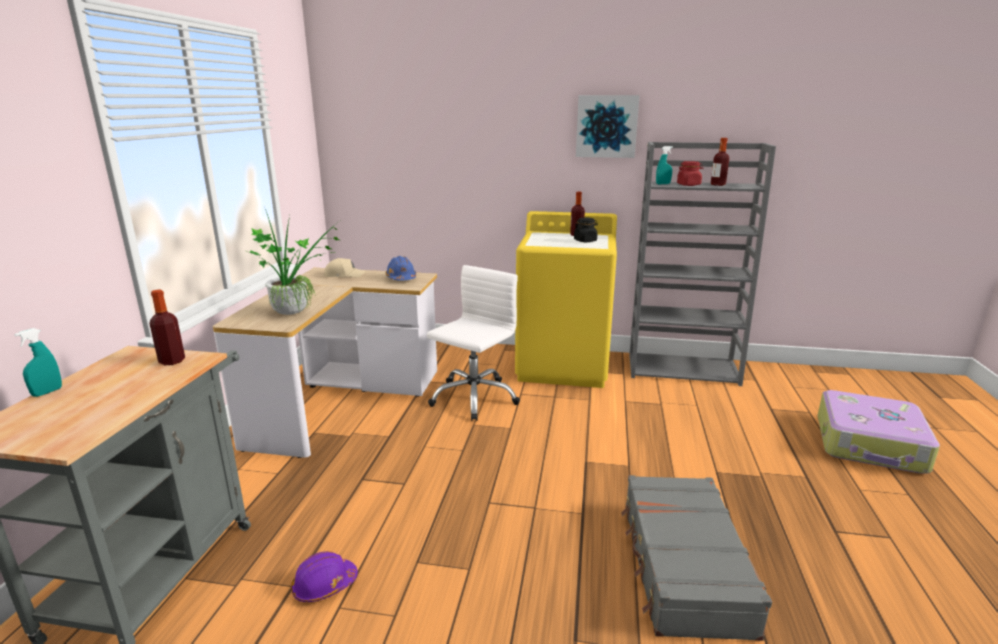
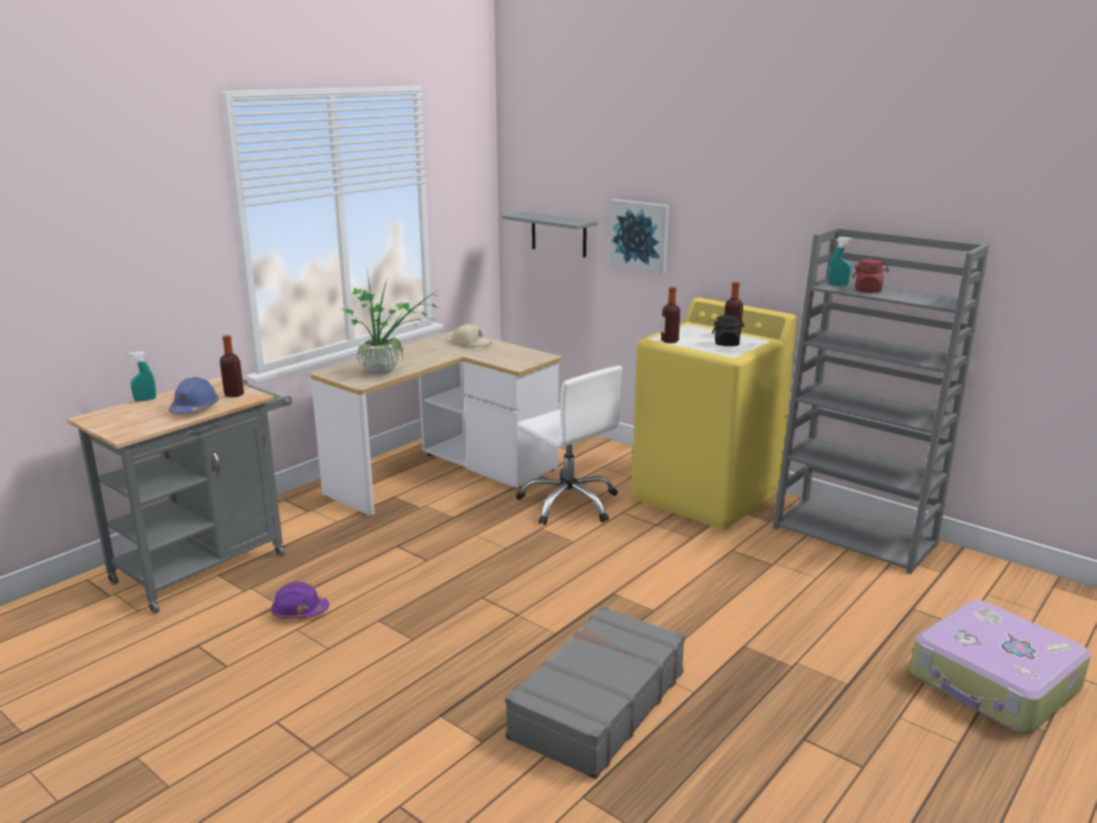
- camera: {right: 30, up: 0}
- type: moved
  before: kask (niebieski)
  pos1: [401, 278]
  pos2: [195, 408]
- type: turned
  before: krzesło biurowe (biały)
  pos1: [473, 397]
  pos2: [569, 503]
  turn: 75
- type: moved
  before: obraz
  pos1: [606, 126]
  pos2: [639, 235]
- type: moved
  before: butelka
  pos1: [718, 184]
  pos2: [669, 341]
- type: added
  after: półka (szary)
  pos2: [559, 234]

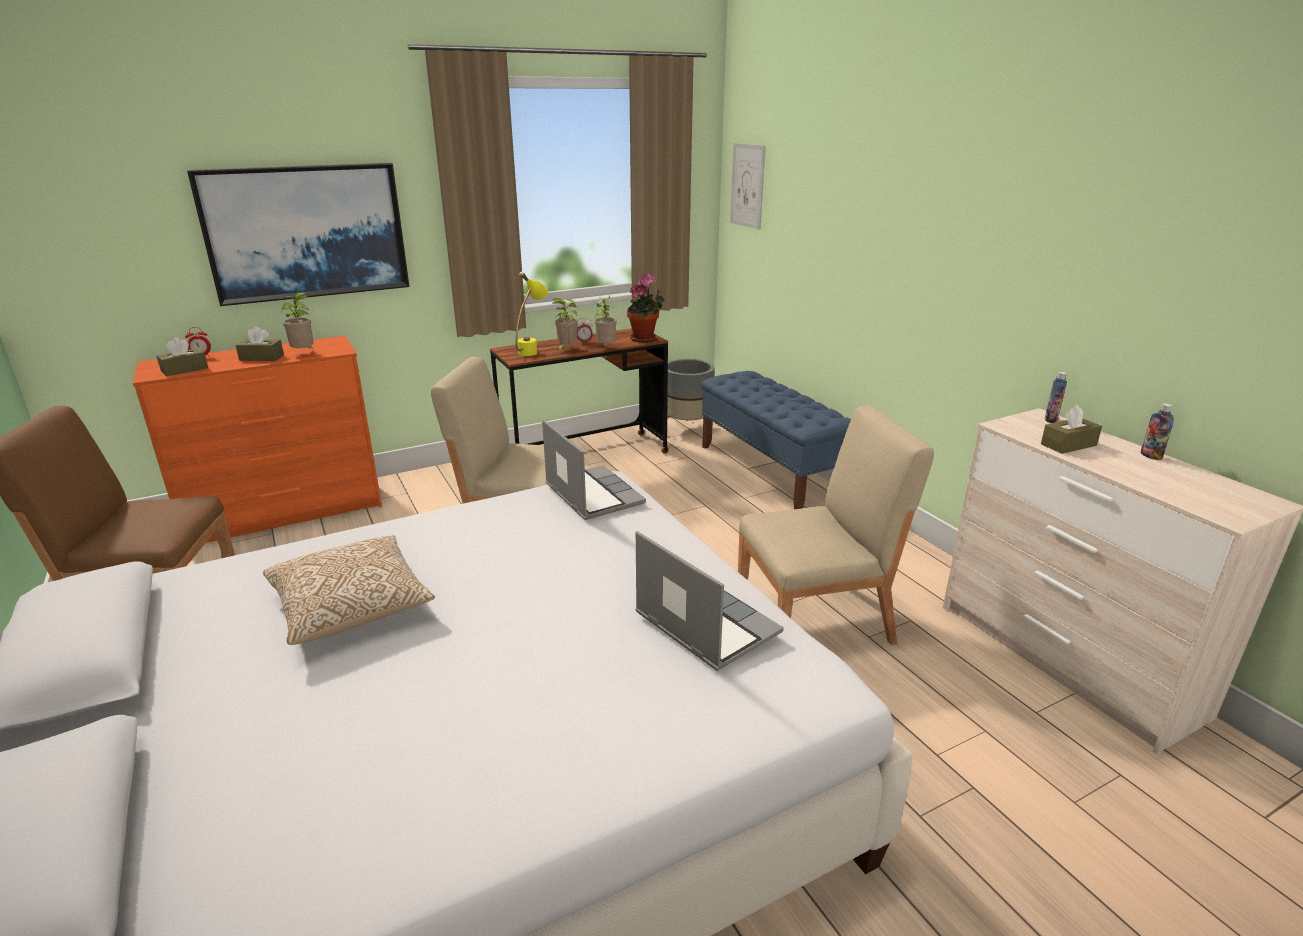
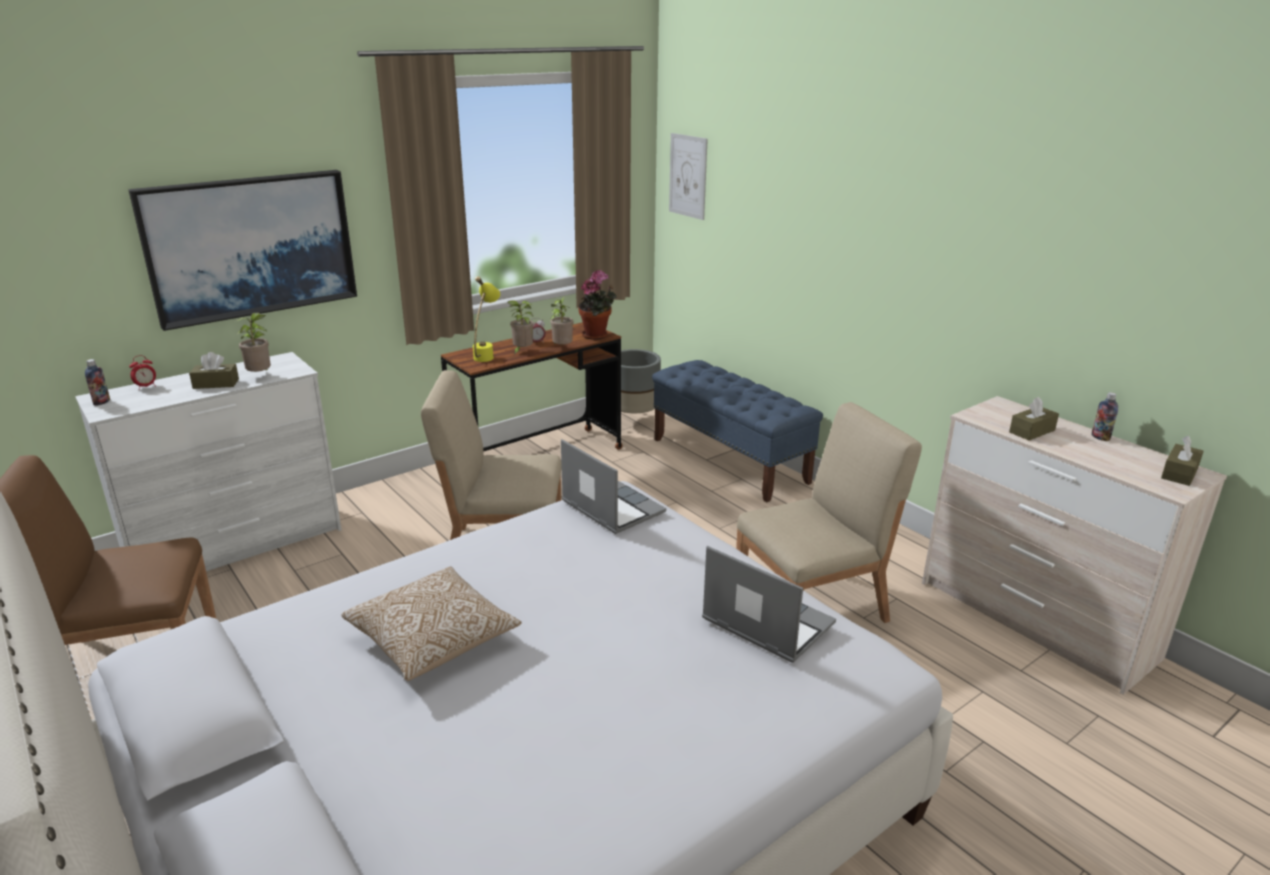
- camera: {right: -10, up: 0}
- type: recoloured
  before: komoda (pomarańczowy)
  after: komoda (biały)
  pos1: [285, 514]
  pos2: [236, 546]
- type: moved
  before: pudełko chusteczek (brązowy)
  pos1: [184, 369]
  pos2: [1179, 473]
- type: moved
  before: butelka
  pos1: [1050, 420]
  pos2: [102, 402]

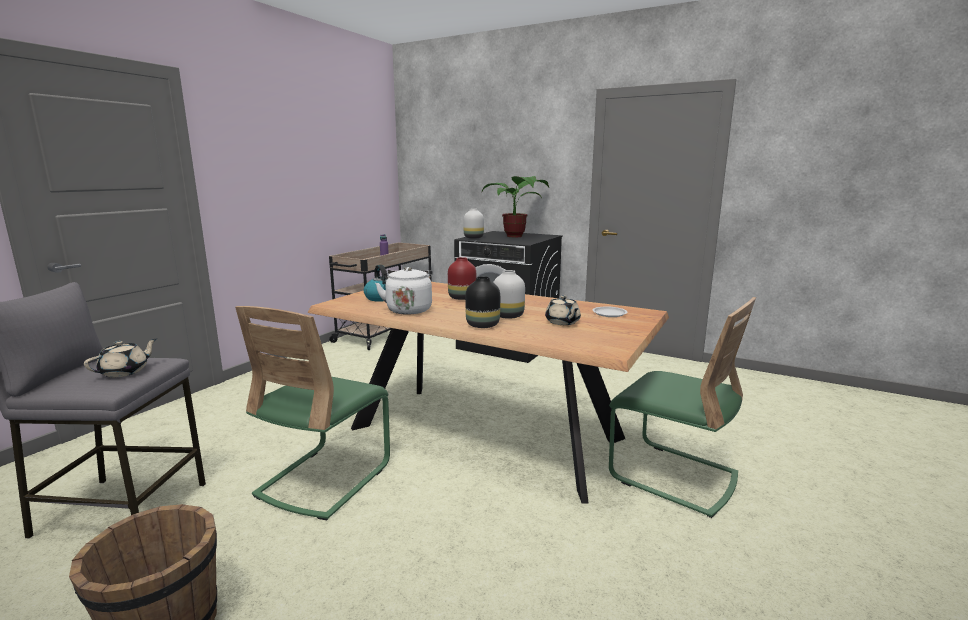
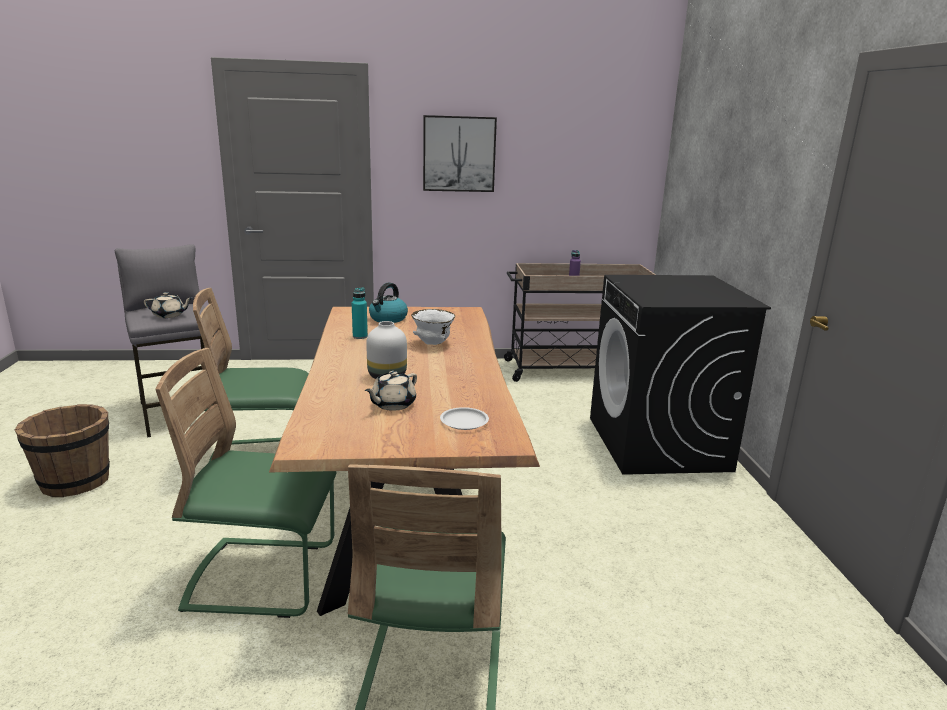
- camera: {right: 55, up: 5}
- type: replaced
  before: czajnik (biały)
  after: butelka (turkusowy)
  pos1: [409, 309]
  pos2: [360, 336]
- type: replaced
  before: wazon (czerwony)
  after: miska (biały)
  pos1: [461, 298]
  pos2: [432, 344]
- type: removed
  before: wazon (biały)
  pos1: [474, 238]
- type: removed
  before: wazon (czarny)
  pos1: [483, 325]
- type: removed
  before: roślina doniczkowa
  pos1: [516, 236]
- type: added
  after: krzesło (zielony)
  pos2: [263, 577]
- type: added
  after: obraz
  pos2: [459, 154]

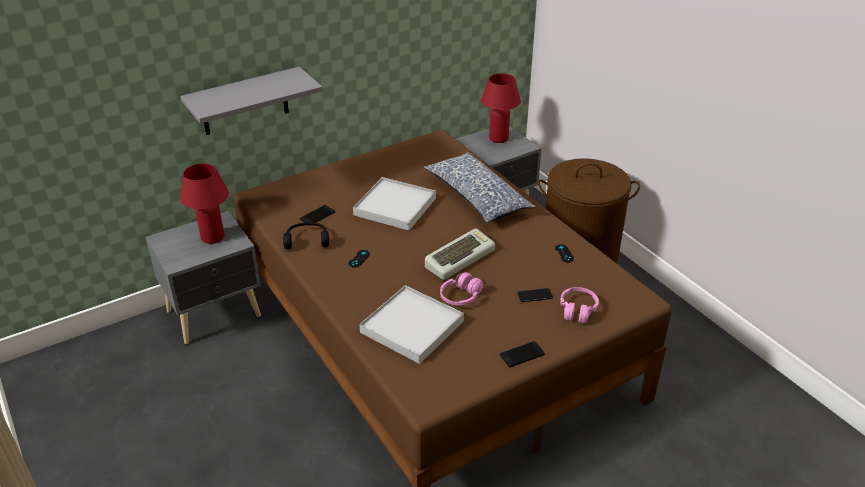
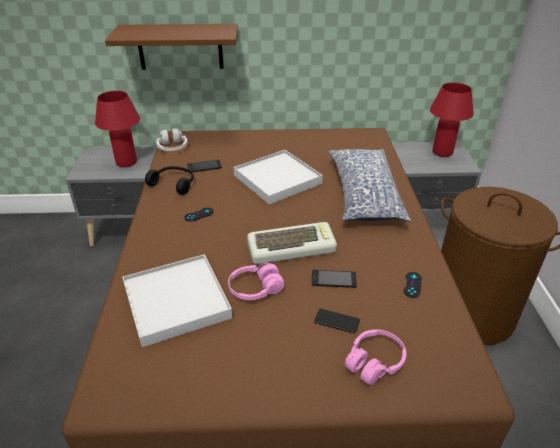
- camera: {right: 30, up: 0}
- type: recoloured
  before: półka (szary)
  after: półka (brązowy)
  pos1: [244, 102]
  pos2: [180, 47]
- type: moved
  before: telefon
  pos1: [522, 354]
  pos2: [333, 279]
- type: added
  after: słuchawki (biały)
  pos2: [172, 147]

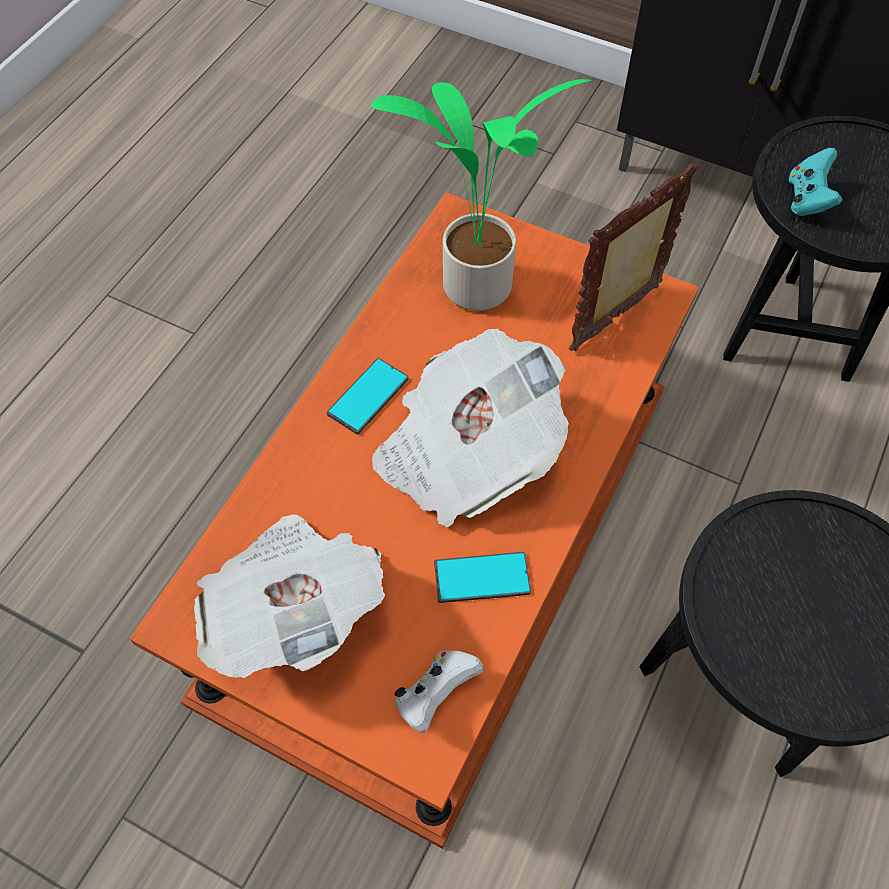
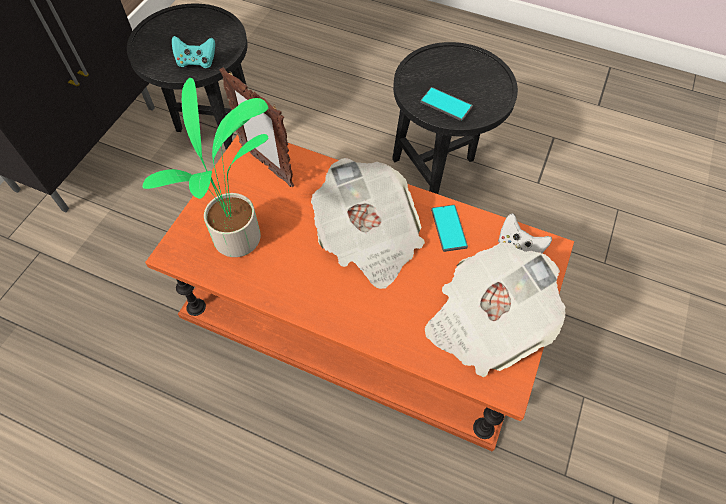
- camera: {right: -95, up: 0}
- type: moved
  before: telefon
  pos1: [368, 396]
  pos2: [446, 104]

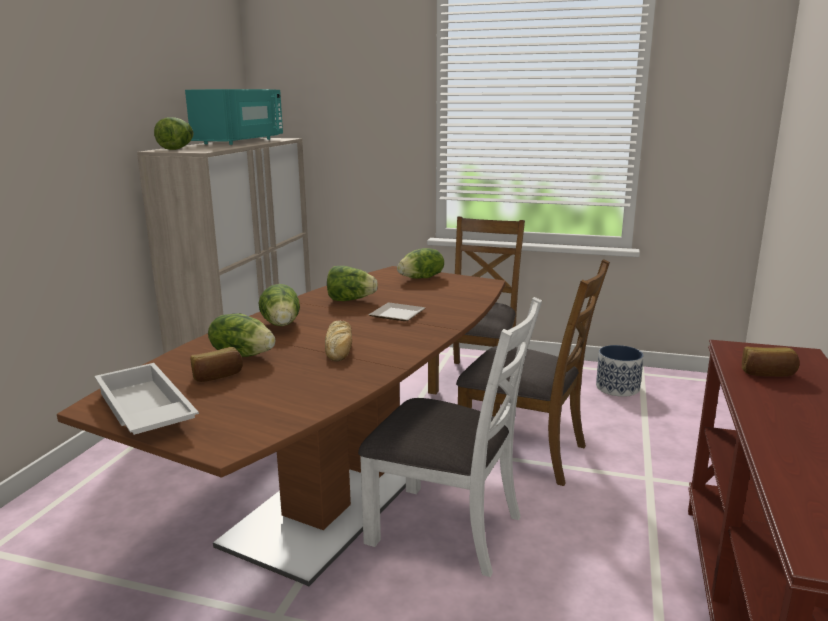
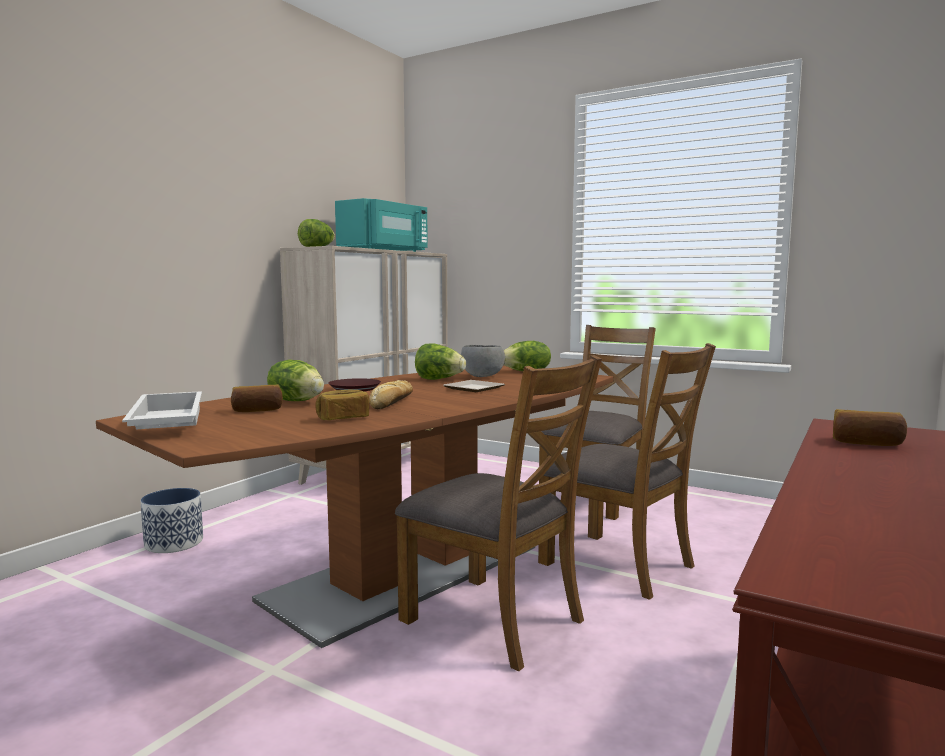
- camera: {right: 15, up: -10}
- type: replaced
  before: sałata
  after: talerz (brązowy)
  pos1: [282, 325]
  pos2: [355, 389]
- type: recoloured
  before: krzesło (biały)
  after: krzesło (brązowy)
  pos1: [447, 528]
  pos2: [494, 619]
- type: moved
  before: donica
  pos1: [618, 388]
  pos2: [174, 543]
- type: added
  after: chleb
  pos2: [343, 418]
- type: added
  after: miska (szary)
  pos2: [481, 376]

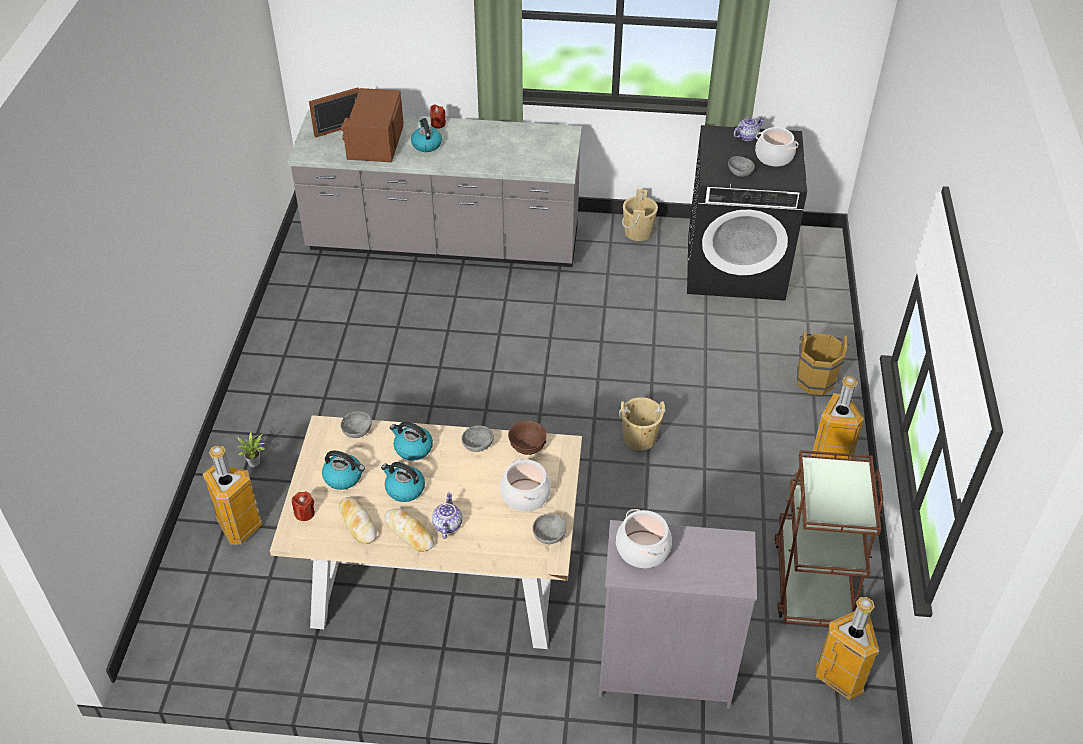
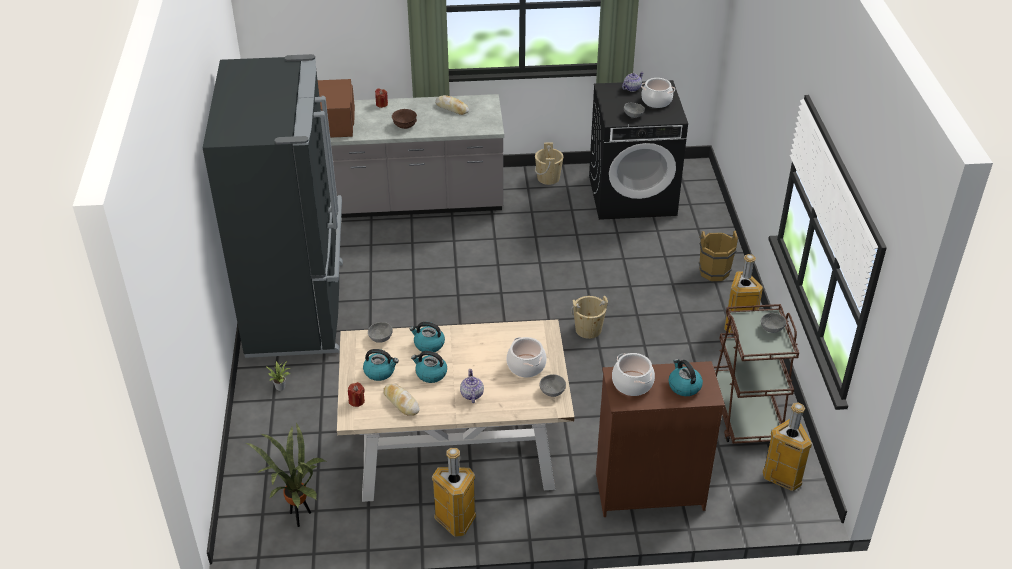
- camera: {right: -10, up: -5}
- type: moved
  before: kosz na śmieci
  pos1: [238, 527]
  pos2: [455, 521]
- type: moved
  before: chleb
  pos1: [409, 533]
  pos2: [452, 108]
- type: moved
  before: czajnik
  pos1: [426, 144]
  pos2: [684, 386]
- type: moved
  before: miska (szary)
  pos1: [477, 445]
  pos2: [771, 328]
- type: moved
  before: miska (brązowy)
  pos1: [528, 446]
  pos2: [405, 125]
- type: recoloured
  before: komoda (szary)
  after: komoda (brązowy)
  pos1: [665, 669]
  pos2: [649, 490]
- type: added
  after: lodówka (czarny)
  pos2: [298, 307]
- type: added
  after: roślina doniczkowa
  pos2: [298, 518]

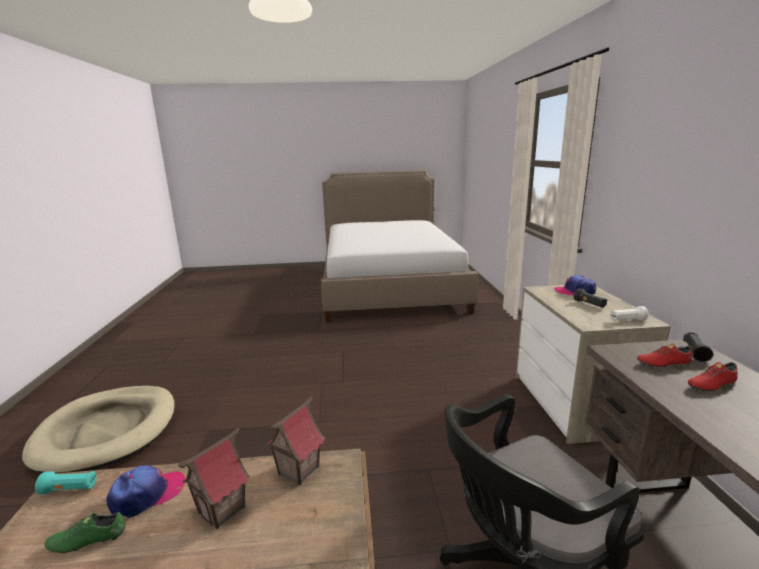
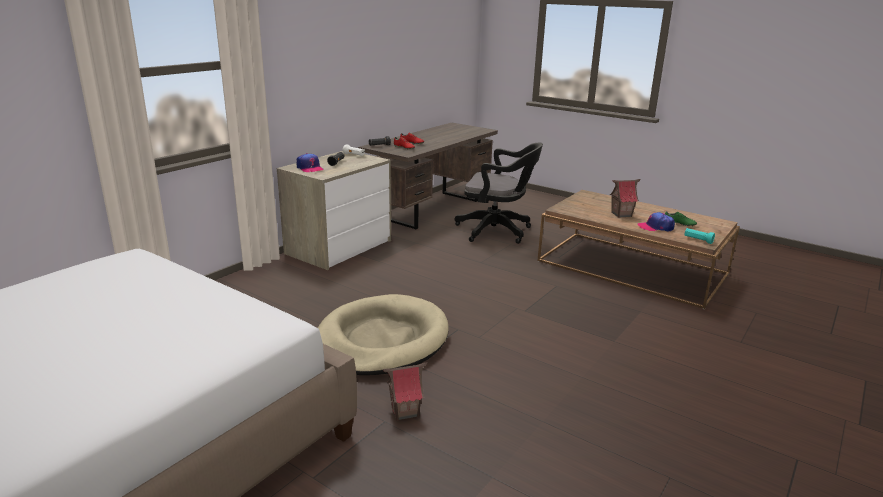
- camera: {right: -140, up: 5}
- type: moved
  before: legowisko (beżowy)
  pos1: [108, 431]
  pos2: [381, 340]
- type: moved
  before: domek
  pos1: [298, 470]
  pos2: [405, 412]

